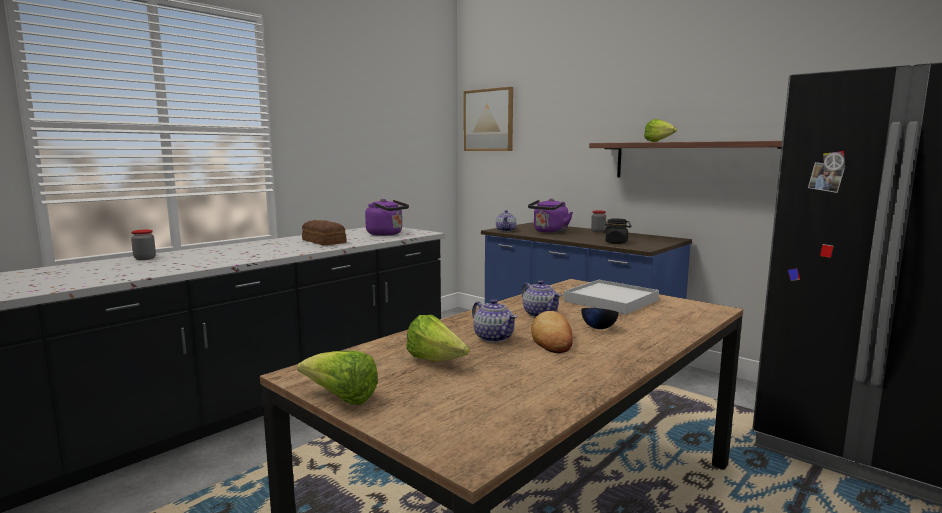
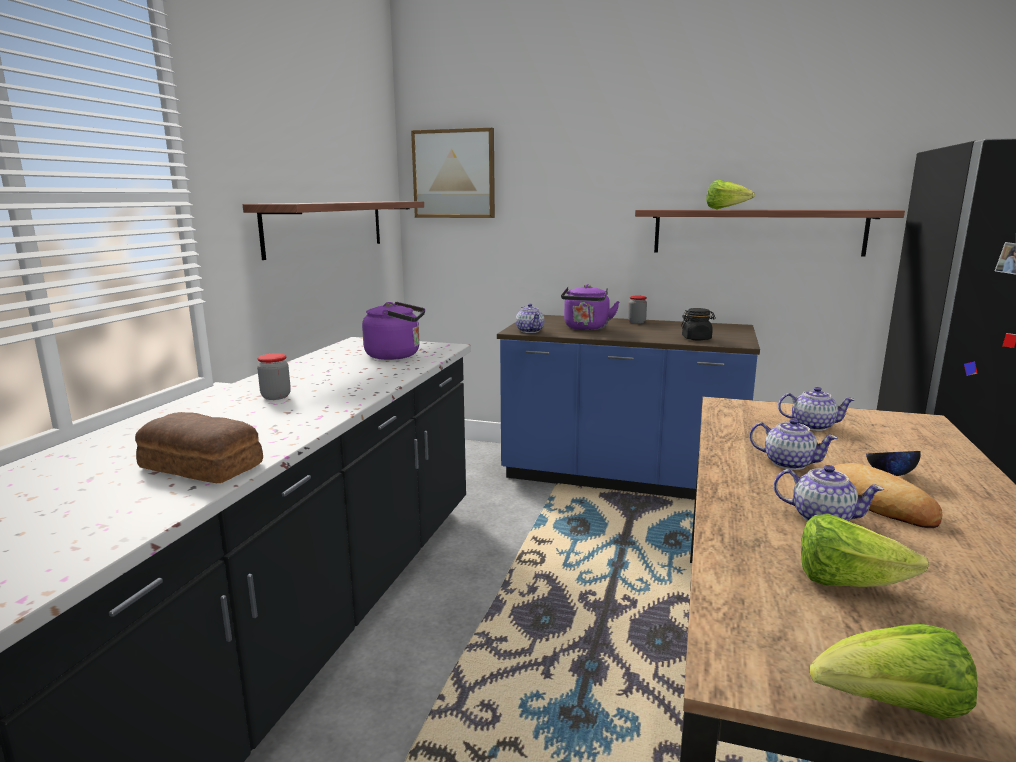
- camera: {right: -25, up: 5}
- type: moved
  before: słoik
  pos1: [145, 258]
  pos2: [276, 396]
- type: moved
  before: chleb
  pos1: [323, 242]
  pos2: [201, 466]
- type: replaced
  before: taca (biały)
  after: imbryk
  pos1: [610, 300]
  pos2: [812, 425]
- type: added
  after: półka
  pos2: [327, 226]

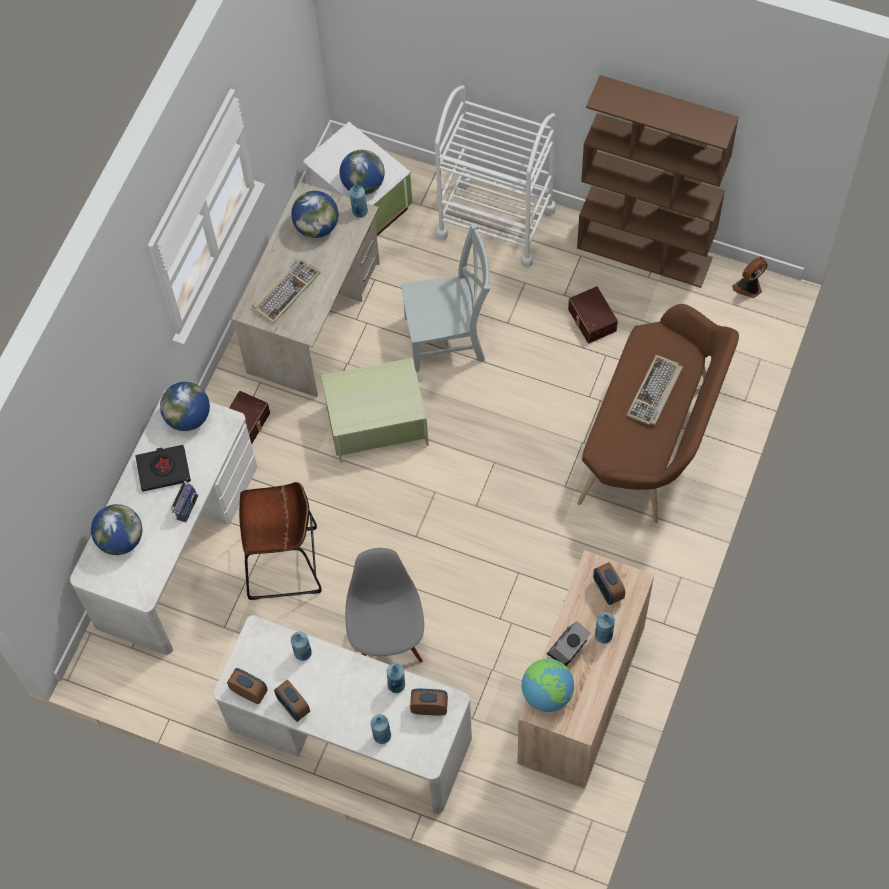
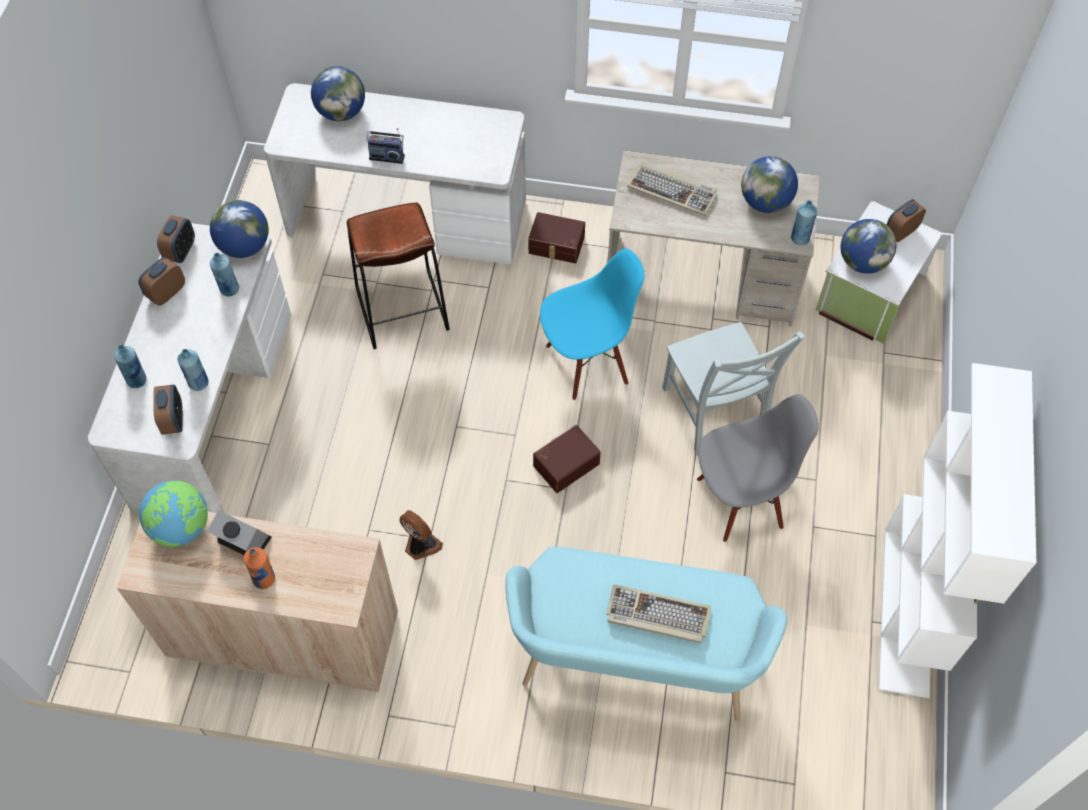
- camera: {right: 75, up: -5}
- type: removed
  before: książka (czarny)
  pos1: [163, 469]
- type: moved
  before: globus
  pos1: [188, 417]
  pos2: [245, 246]
- type: replaced
  before: pojemnik do przechowywania (zielony)
  after: krzesło (niebieski)
  pos1: [377, 423]
  pos2: [587, 363]
- type: moved
  before: krzesło (szary)
  pos1: [388, 639]
  pos2: [740, 501]
- type: removed
  before: wózek (biały)
  pos1: [496, 222]
- type: moved
  before: pojemnik do przechowywania (brązowy)
  pos1: [591, 320]
  pos2: [565, 463]
- type: recoloured
  before: regał (brązowy)
  after: regał (biały)
  pos1: [645, 252]
  pos2: [907, 612]
- type: recoloured
  before: ławka (brązowy)
  after: ławka (turkusowy)
  pos1: [653, 443]
  pos2: [634, 664]
- type: moved
  before: budzik
  pos1: [608, 590]
  pos2: [900, 232]
- type: recoloured
  before: butelka (niebieski)
  after: butelka (pomarańczowy)
  pos1: [603, 635]
  pos2: [264, 579]
- type: moved
  before: wentylator
  pos1: [749, 287]
  pos2: [420, 545]

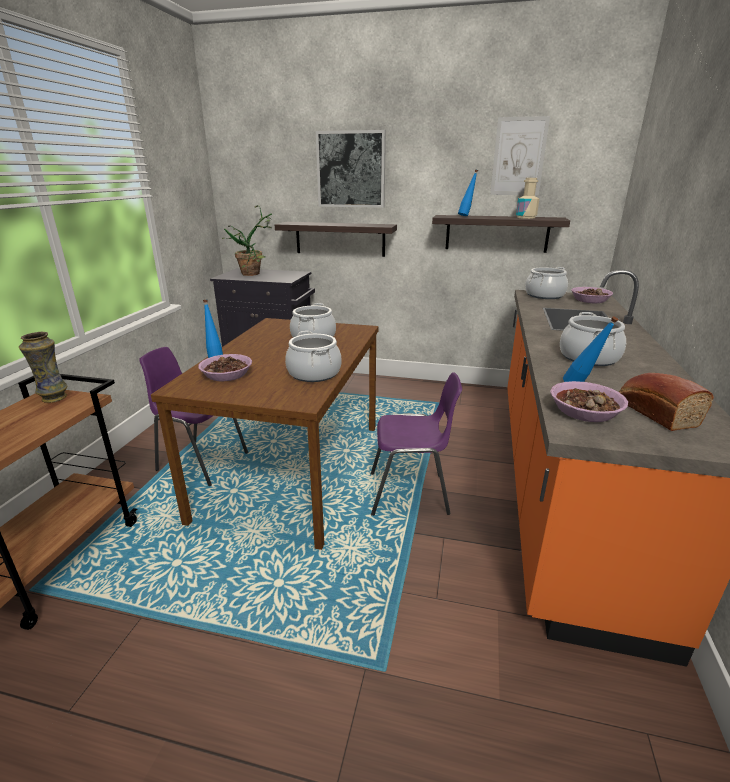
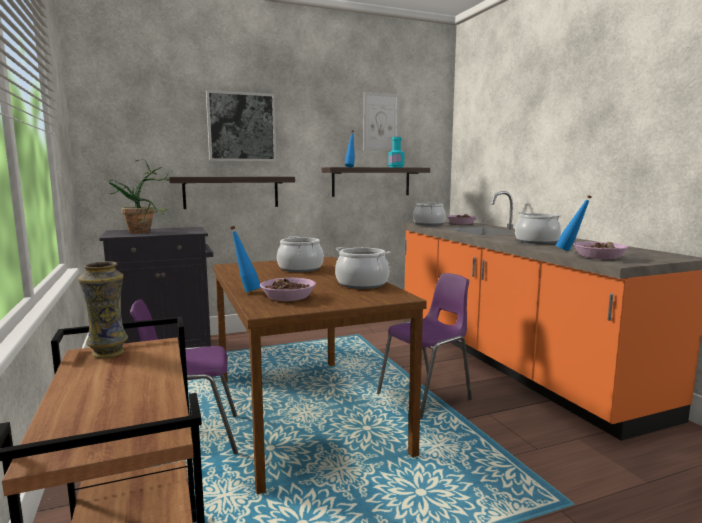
- camera: {right: -35, up: -15}
- type: recoloured
  before: butelka (beżowy)
  after: butelka (turkusowy)
  pos1: [526, 217]
  pos2: [396, 167]
- type: removed
  before: chleb
  pos1: [654, 412]

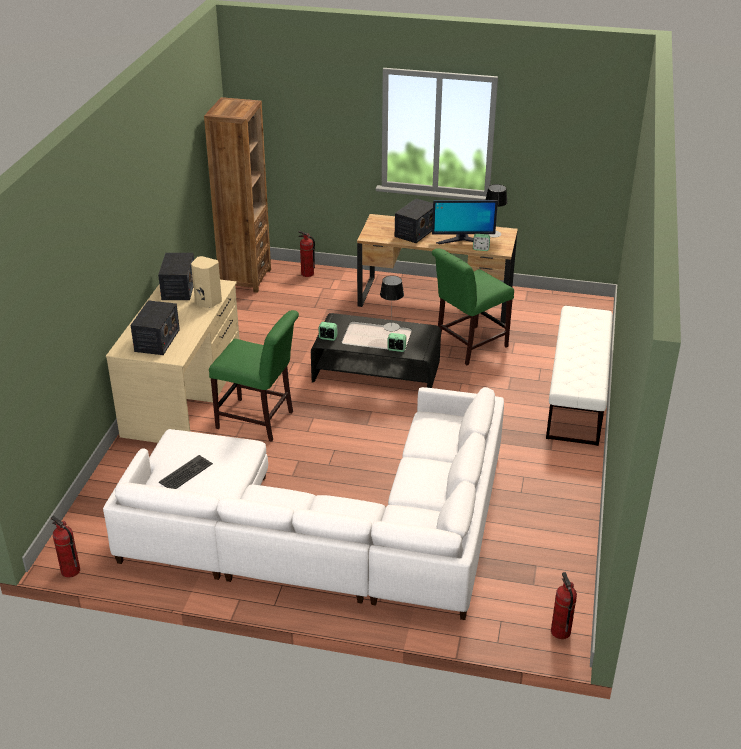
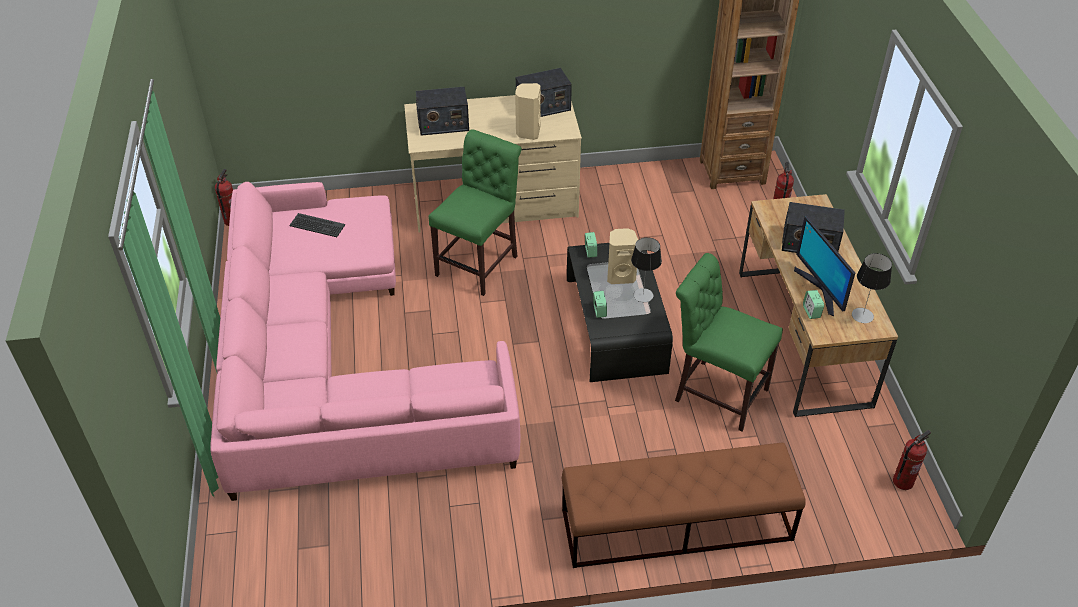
- camera: {right: 70, up: 10}
- type: recoloured
  before: kanapa (biały)
  after: kanapa (różowy)
  pos1: [328, 529]
  pos2: [333, 362]
- type: turned
  before: krzesło (zielony)
  pos1: [259, 421]
  pos2: [480, 263]
  turn: -150
- type: recoloured
  before: ławka (biały)
  after: ławka (brązowy)
  pos1: [577, 393]
  pos2: [675, 525]
- type: moved
  before: gaśnica
  pos1: [560, 631]
  pos2: [902, 481]
- type: added
  after: głośnik (beżowy)
  pos2: [620, 276]

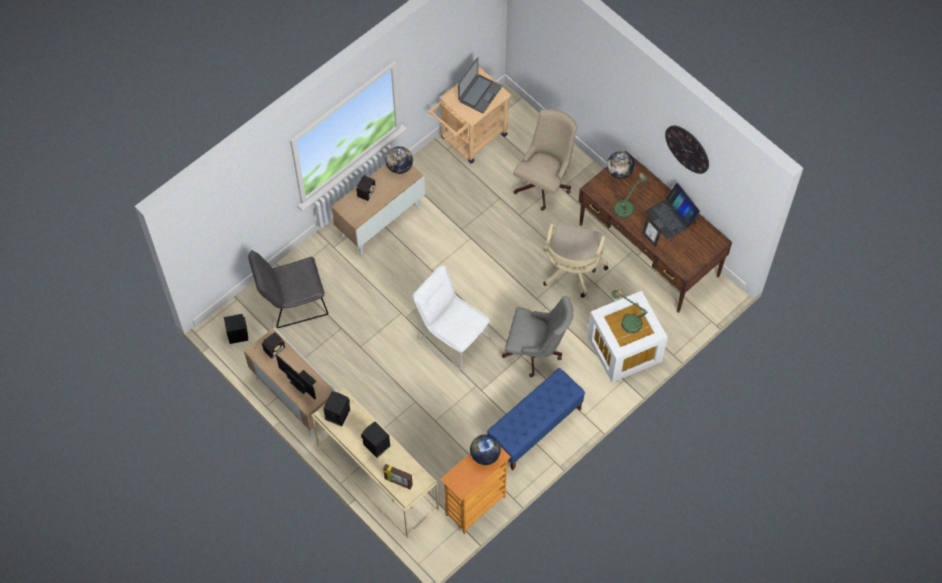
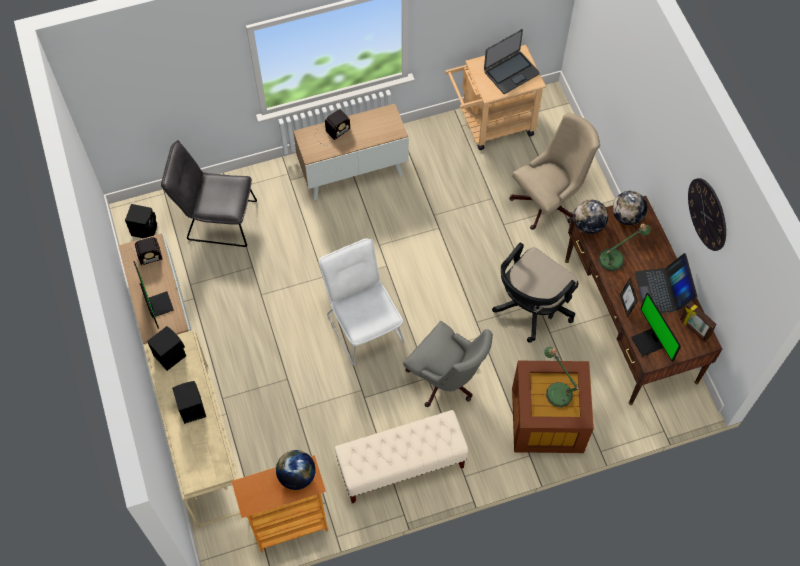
- camera: {right: 25, up: 0}
- type: moved
  before: ramka na zdjęcie
  pos1: [398, 482]
  pos2: [693, 329]
- type: moved
  before: globus
  pos1: [399, 167]
  pos2: [588, 225]
- type: recoloured
  before: ławka (niebieski)
  after: ławka (beżowy)
  pos1: [534, 428]
  pos2: [401, 466]
- type: recoloured
  before: krzesło biurowe (beżowy)
  after: krzesło biurowe (czarny)
  pos1: [571, 271]
  pos2: [530, 308]
- type: recoloured
  before: pojemnik do przechowywania (biały)
  after: pojemnik do przechowywania (brązowy)
  pos1: [625, 349]
  pos2: [548, 421]
- type: added
  after: monitor
  pos2: [648, 342]

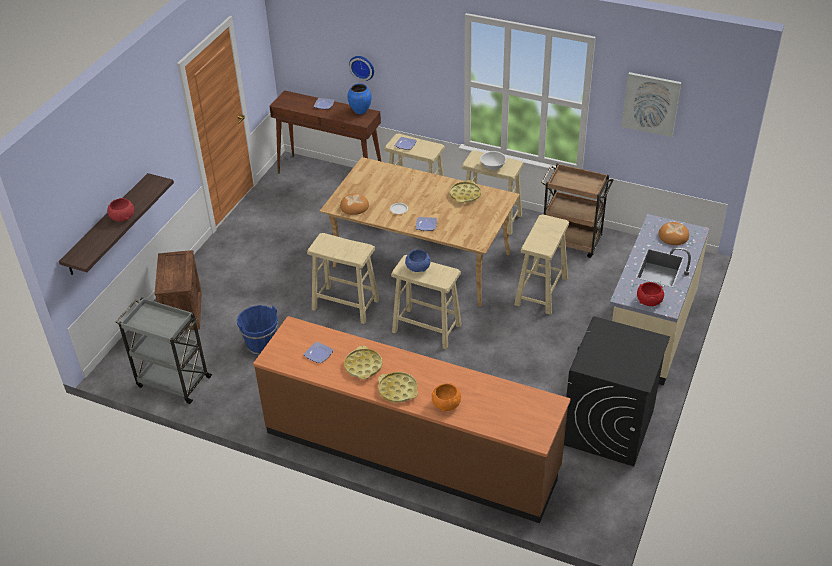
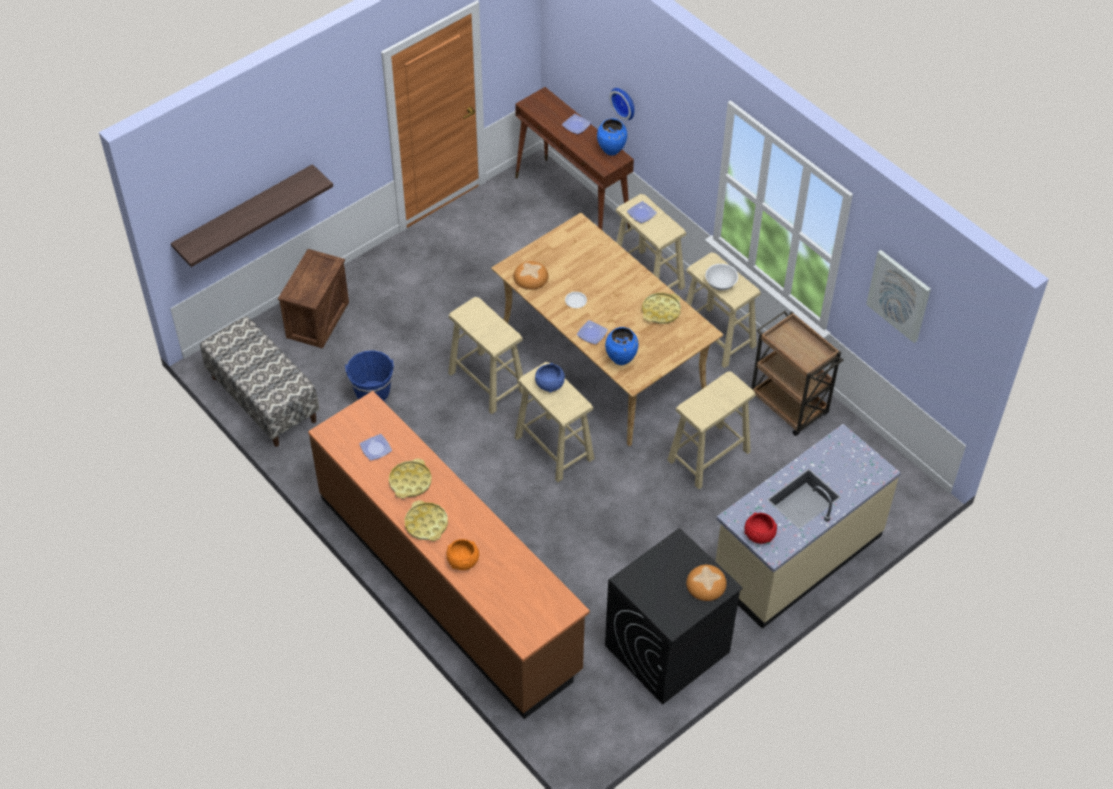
- camera: {right: 25, up: 10}
- type: removed
  before: miska (czerwony)
  pos1: [122, 217]
- type: replaced
  before: wózek (szary)
  after: ławka
  pos1: [172, 381]
  pos2: [263, 399]
- type: moved
  before: chleb
  pos1: [673, 235]
  pos2: [706, 584]
- type: added
  after: wazon (niebieski)
  pos2: [621, 359]

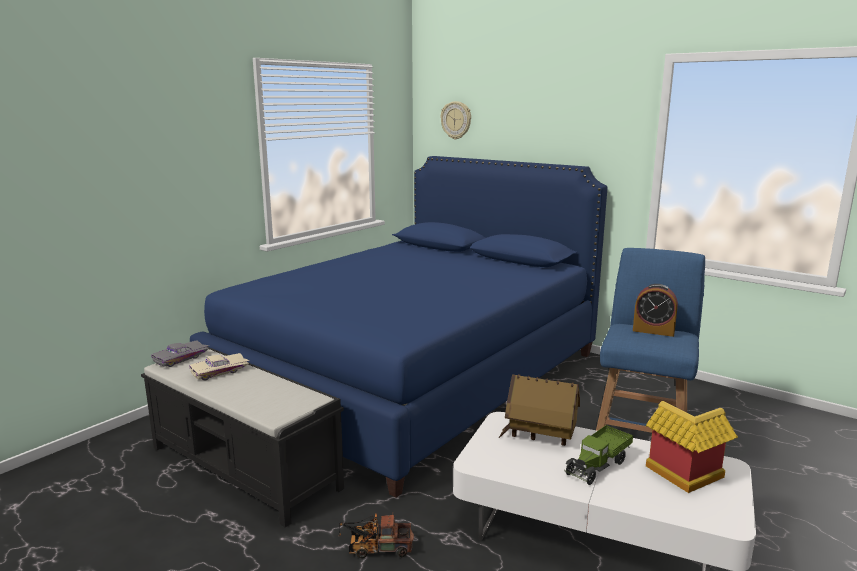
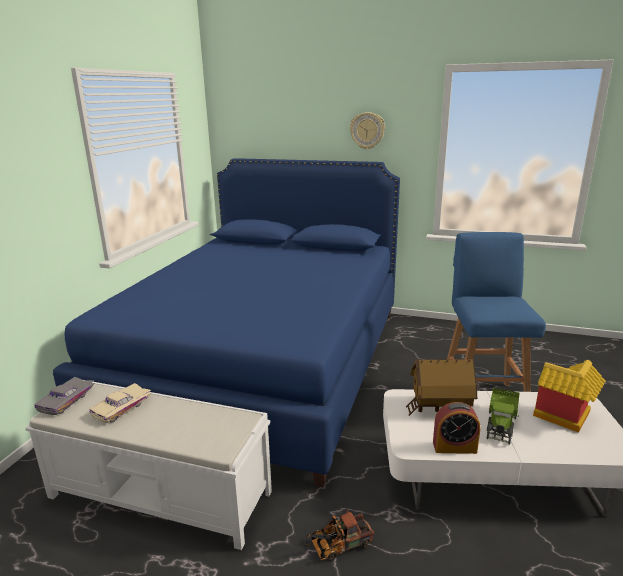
- camera: {right: -20, up: 5}
- type: recoloured
  before: ławka (czarny)
  after: ławka (biały)
  pos1: [245, 468]
  pos2: [161, 495]
- type: moved
  before: zegar ścienny
  pos1: [456, 120]
  pos2: [367, 131]
- type: moved
  before: budzik
  pos1: [653, 331]
  pos2: [454, 447]

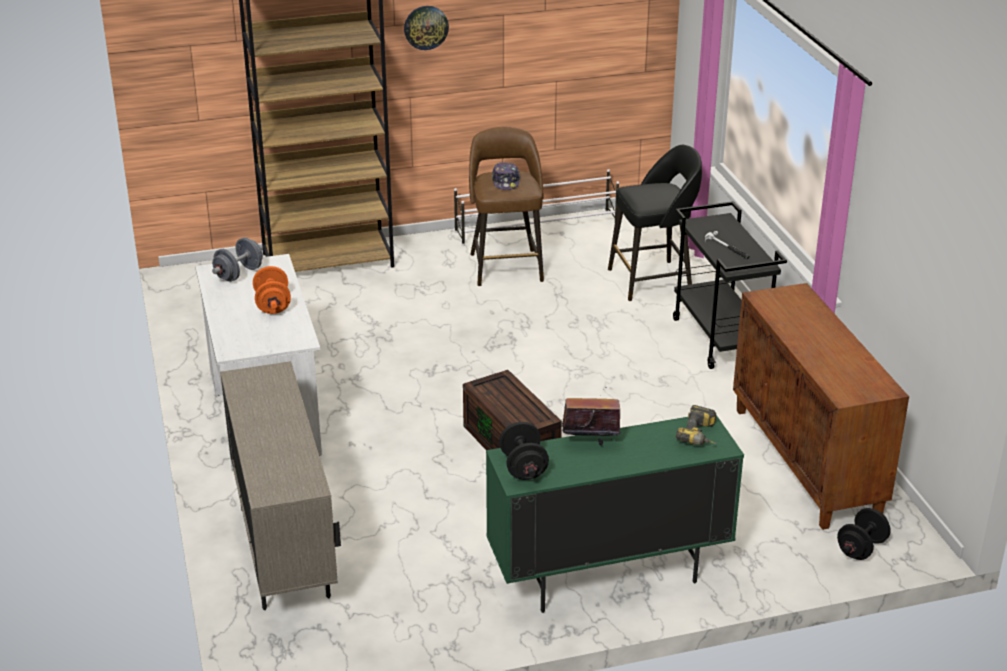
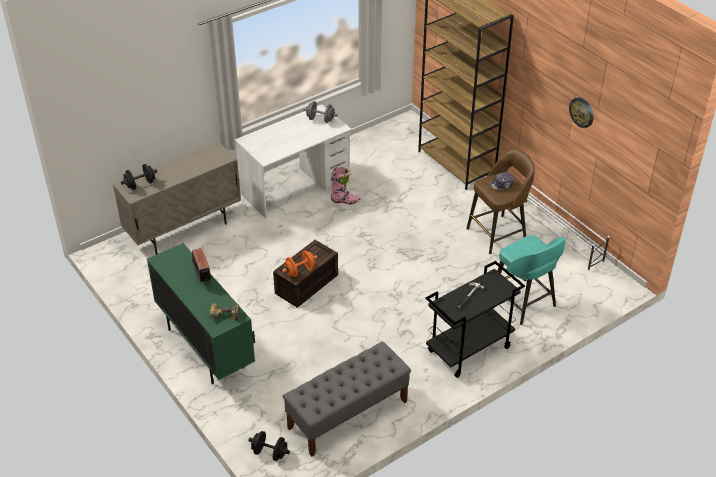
- camera: {right: 70, up: 10}
- type: moved
  before: hantel (pomarańczowy)
  pos1: [273, 305]
  pos2: [300, 271]
- type: moved
  before: zegar ścienny
  pos1: [426, 27]
  pos2: [582, 112]
- type: moved
  before: hantel (czarny)
  pos1: [523, 467]
  pos2: [140, 184]
- type: recoloured
  before: stołek (czarny)
  after: stołek (turkusowy)
  pos1: [652, 280]
  pos2: [524, 303]
- type: replaced
  before: szafka (brązowy)
  after: ławka (szary)
  pos1: [807, 462]
  pos2: [347, 415]
- type: added
  after: but z cholewką (różowy)
  pos2: [345, 201]

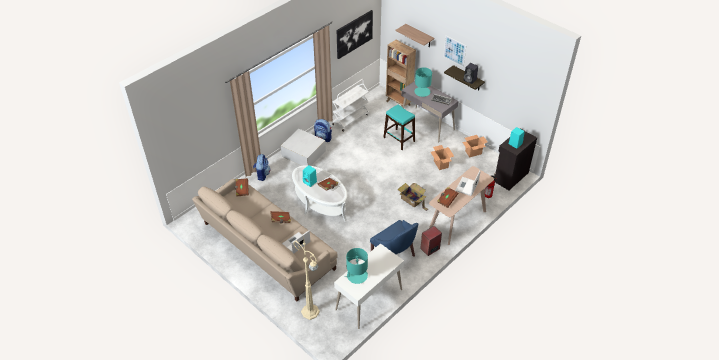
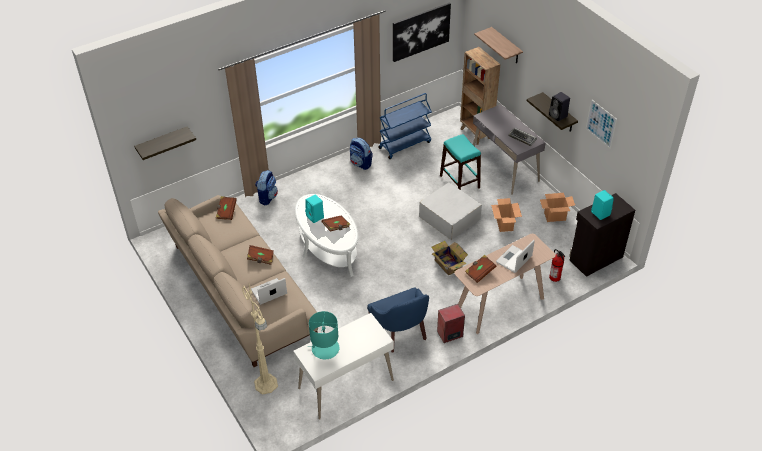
- camera: {right: 15, up: 0}
- type: moved
  before: pojemnik do przechowywania (biały)
  pos1: [303, 153]
  pos2: [449, 218]
- type: recoloured
  before: wózek (biały)
  after: wózek (niebieski)
  pos1: [350, 119]
  pos2: [405, 144]
- type: removed
  before: lampa stołowa (turkusowy)
  pos1: [422, 92]
- type: moved
  before: obraz
  pos1: [454, 51]
  pos2: [601, 124]
- type: added
  after: półka
  pos2: [162, 143]

